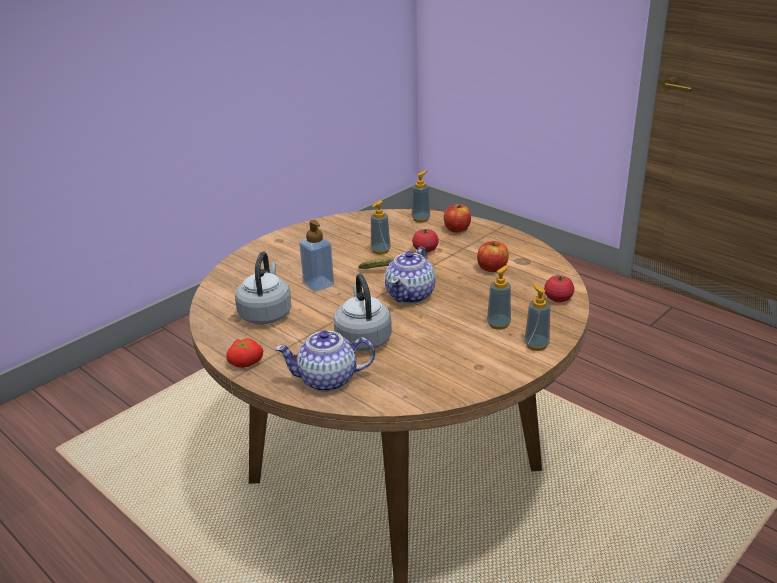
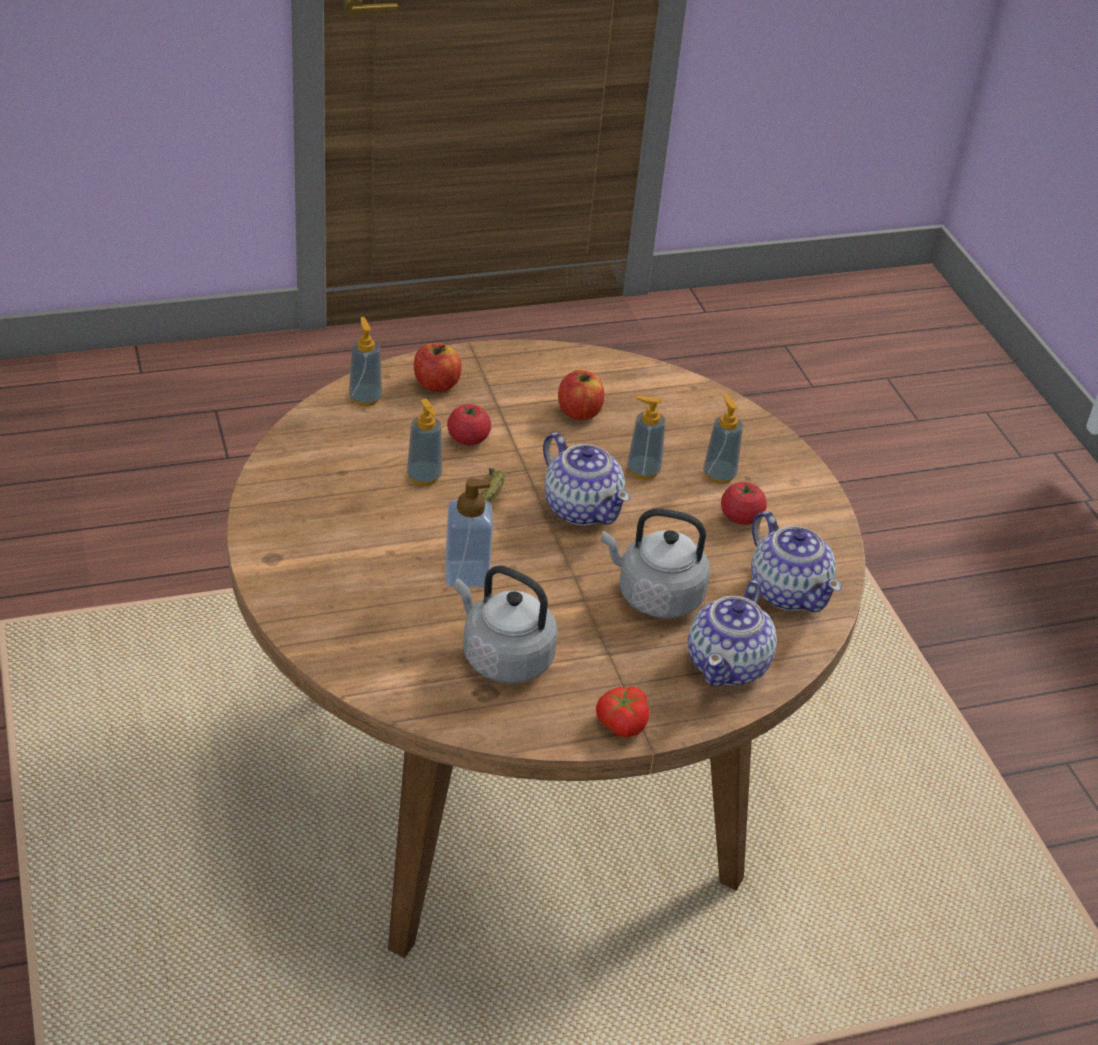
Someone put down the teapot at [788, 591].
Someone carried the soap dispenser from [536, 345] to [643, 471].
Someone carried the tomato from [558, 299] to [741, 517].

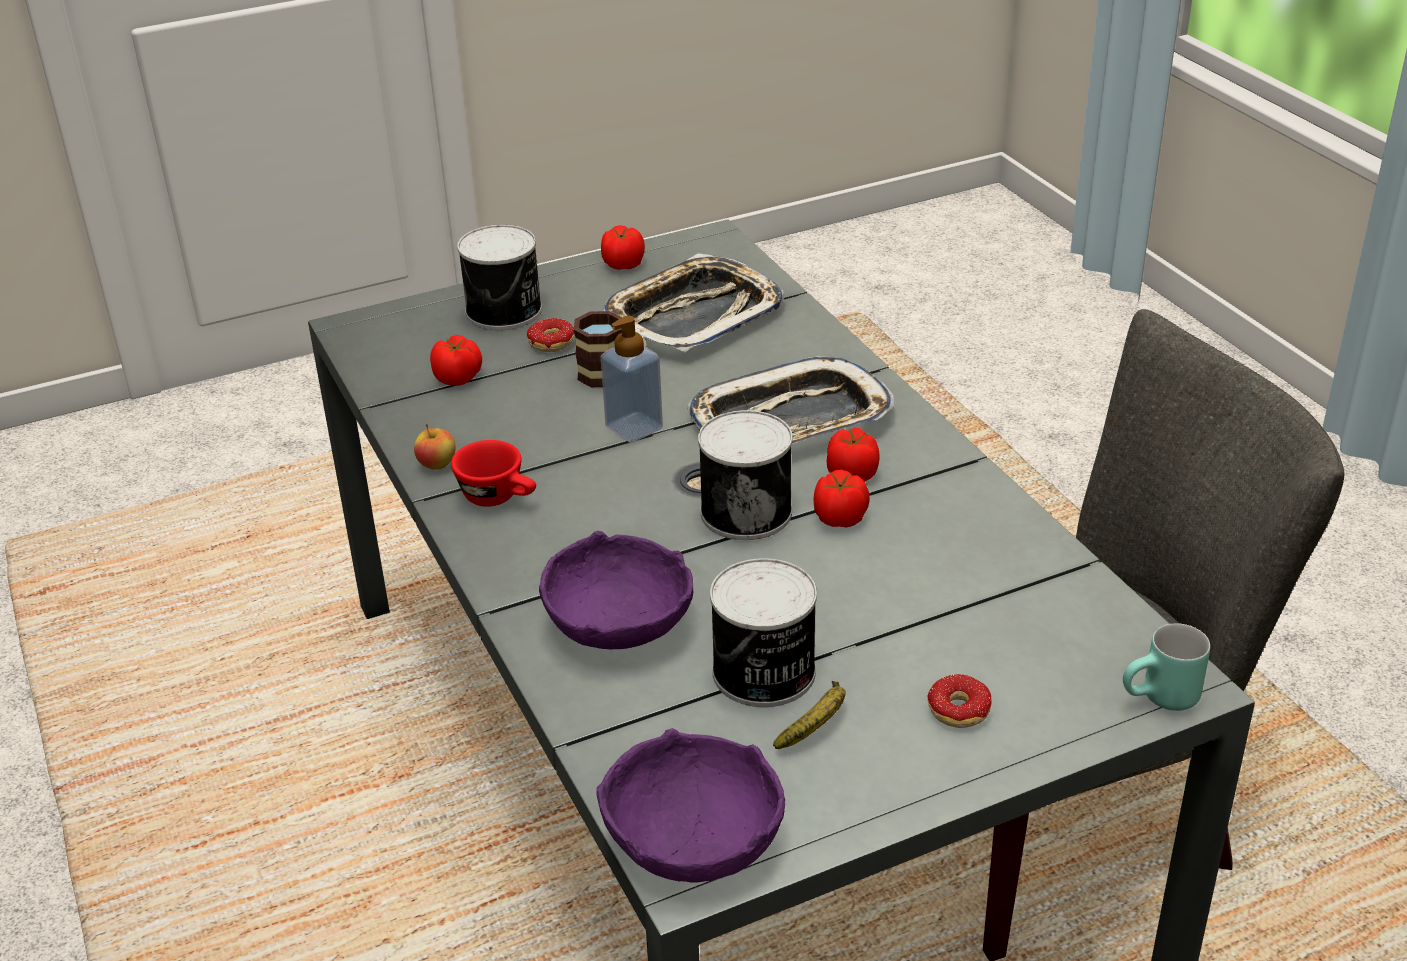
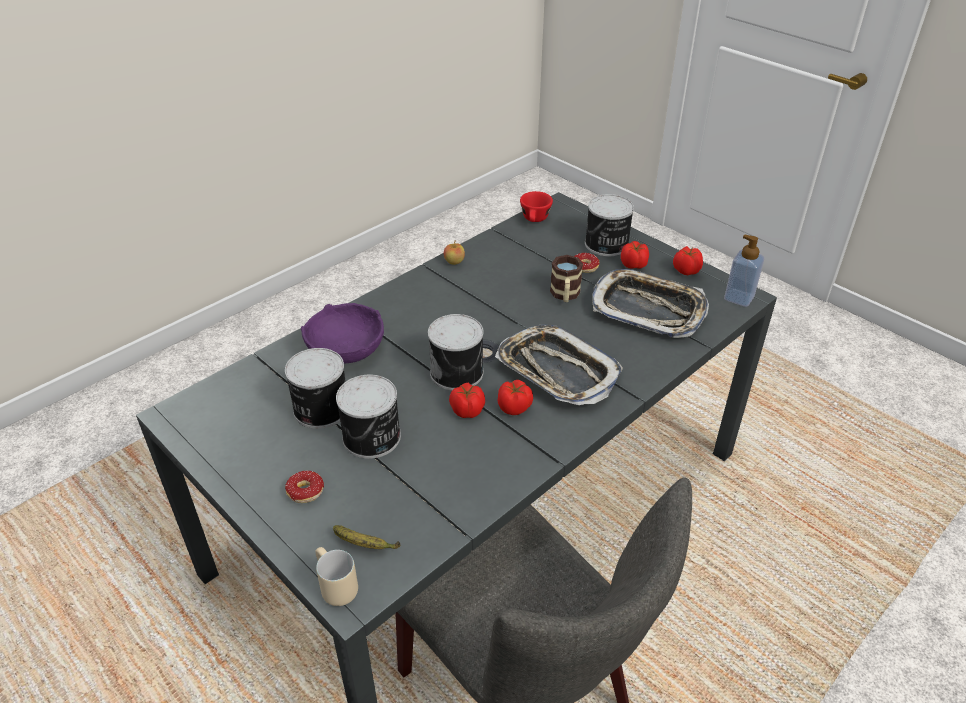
Someone took away the purple bowl at [695, 843].
Someone put down the can at [372, 438].
Someone carried the tomato from [458, 378] to [634, 265].
Someone carried the red cup from [499, 497] to [535, 220].
Someone carried the soap dispenser from [634, 428] to [739, 298].
Someone carried the banana from [817, 725] to [364, 545].
Someone repainted the turquoise mug at [1161, 701], which became the beige mug at [333, 587].

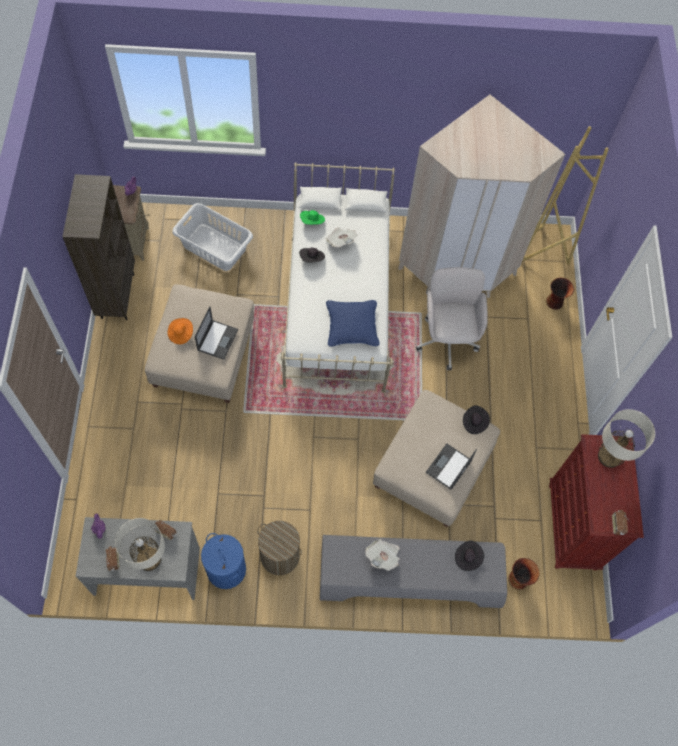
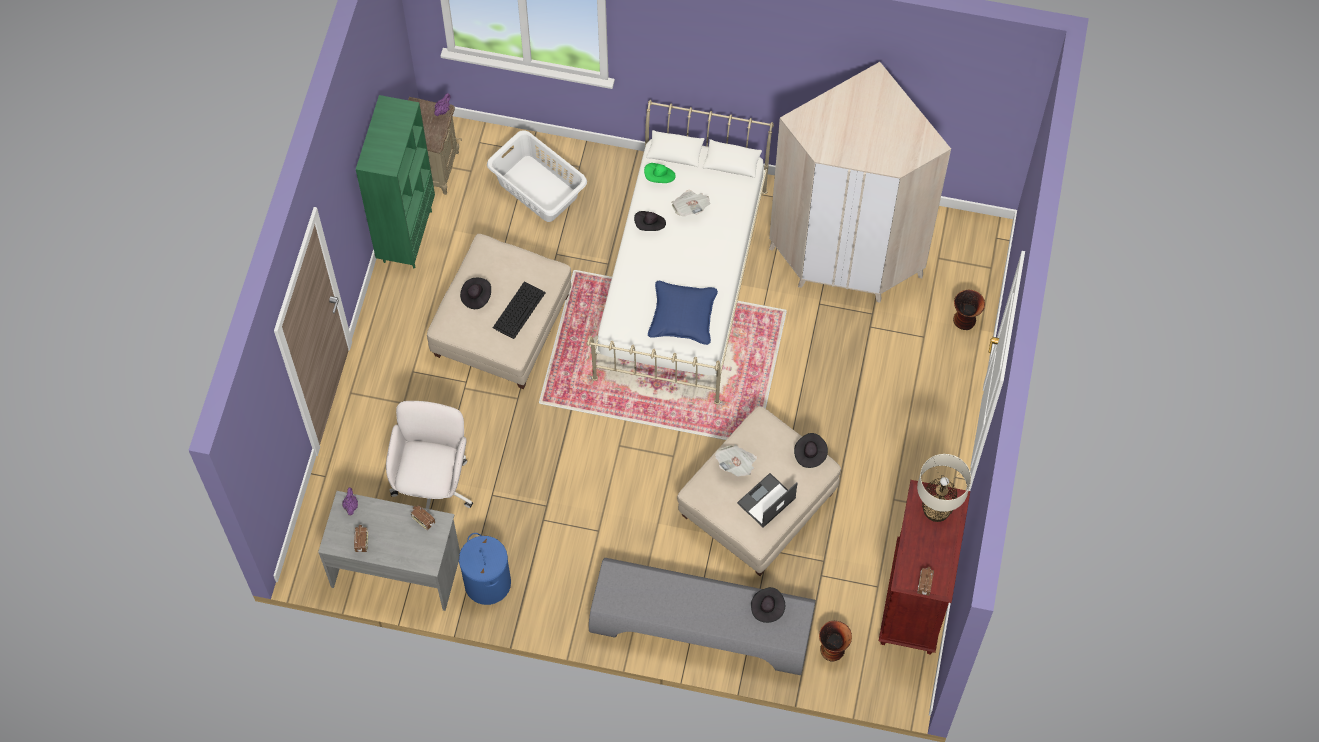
Someone took away the table lamp at [149, 559].
Someone took away the laundry basket at [280, 556].
Someone took away the yellow clothes rack at [543, 251].
Someone carried the newspaper from [383, 556] to [736, 464].
Someone carried the white office chair from [446, 341] to [434, 488].
Someone swapped the laptop at [217, 339] for the keyboard at [519, 309].
Someone repainted the brown bookcase at [117, 295], which became the green bookcase at [406, 235].
Someone repainted the orange hat at [181, 334], which became the black hat at [476, 296].

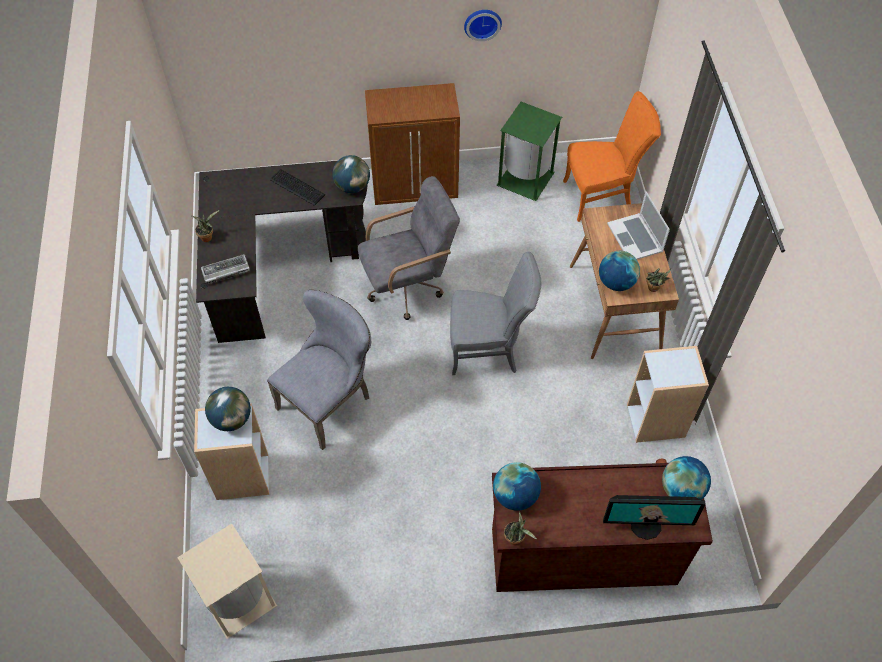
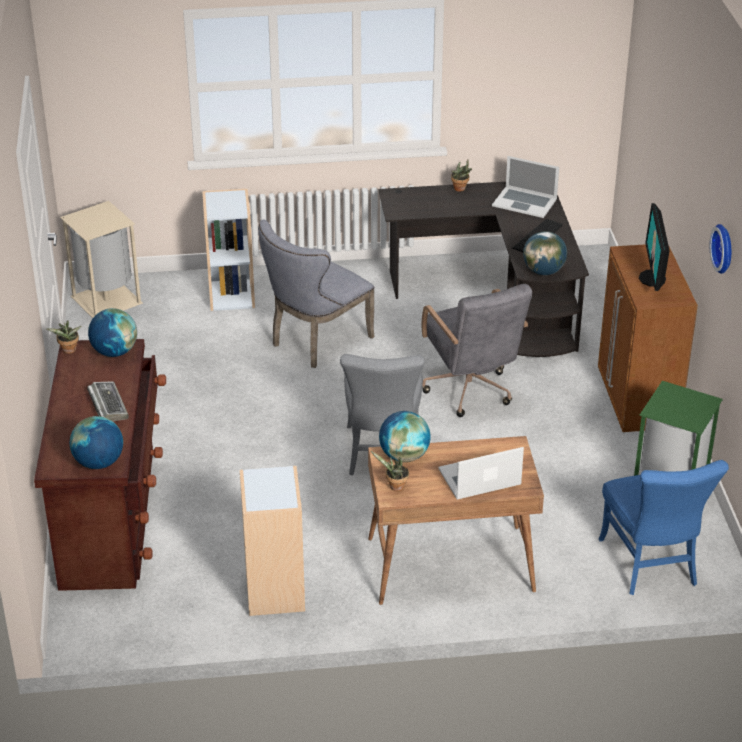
Someone took away the globe at [231, 419].
Someone put down the laptop at [524, 202].
Someone carried the keyboard from [225, 271] to [107, 405].
Someone carried the monitor from [646, 525] to [653, 278].
Someone repainted the orange chair at [602, 196], which became the blue chair at [652, 566].
Someone rotated the grey chair at [329, 400] by 90 degrees clockwise.

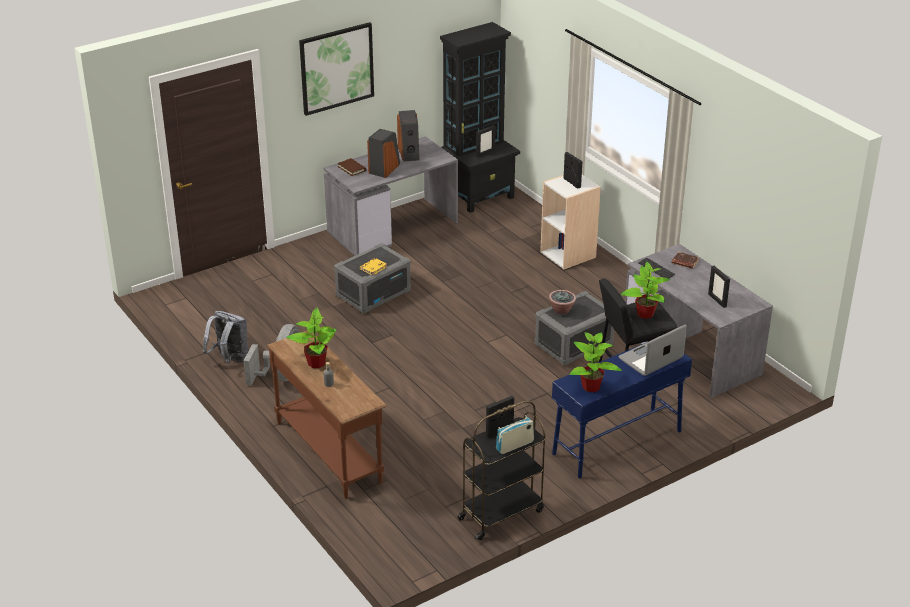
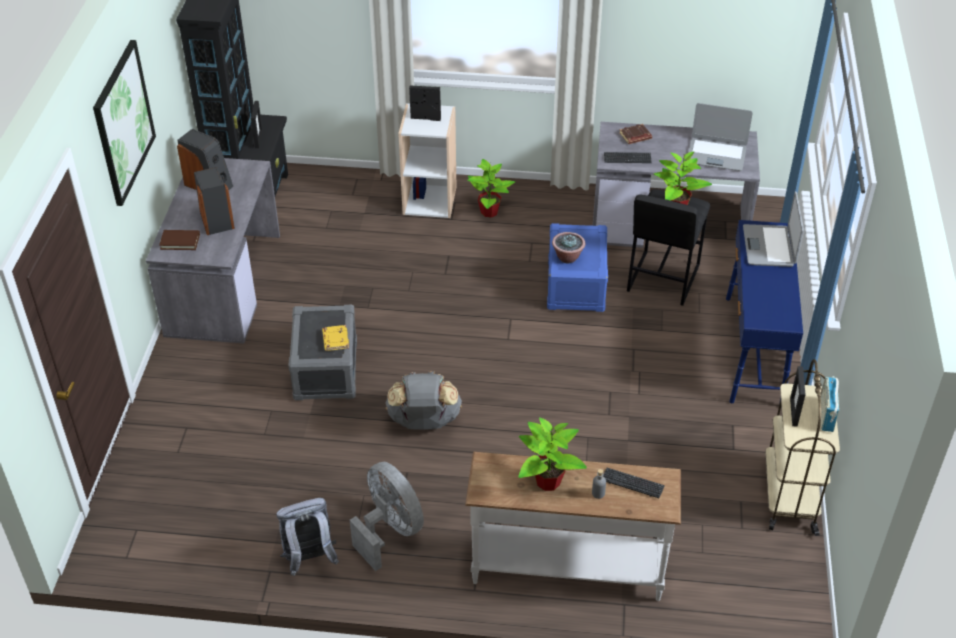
Someone put down the grey backpack at [424, 422].
Someone put down the keyboard at [632, 483].
Someone carried the potted plant from [591, 387] to [489, 212].
Someone swapped the picture frame at [717, 300] for the laptop at [716, 155].
Someone repainted the brown console table at [330, 451], which became the white console table at [567, 567].
Someone repainted the black cart at [502, 515], which became the beige cart at [790, 494].
Someone repainted the grey storage box at [574, 344], which became the blue storage box at [576, 285].

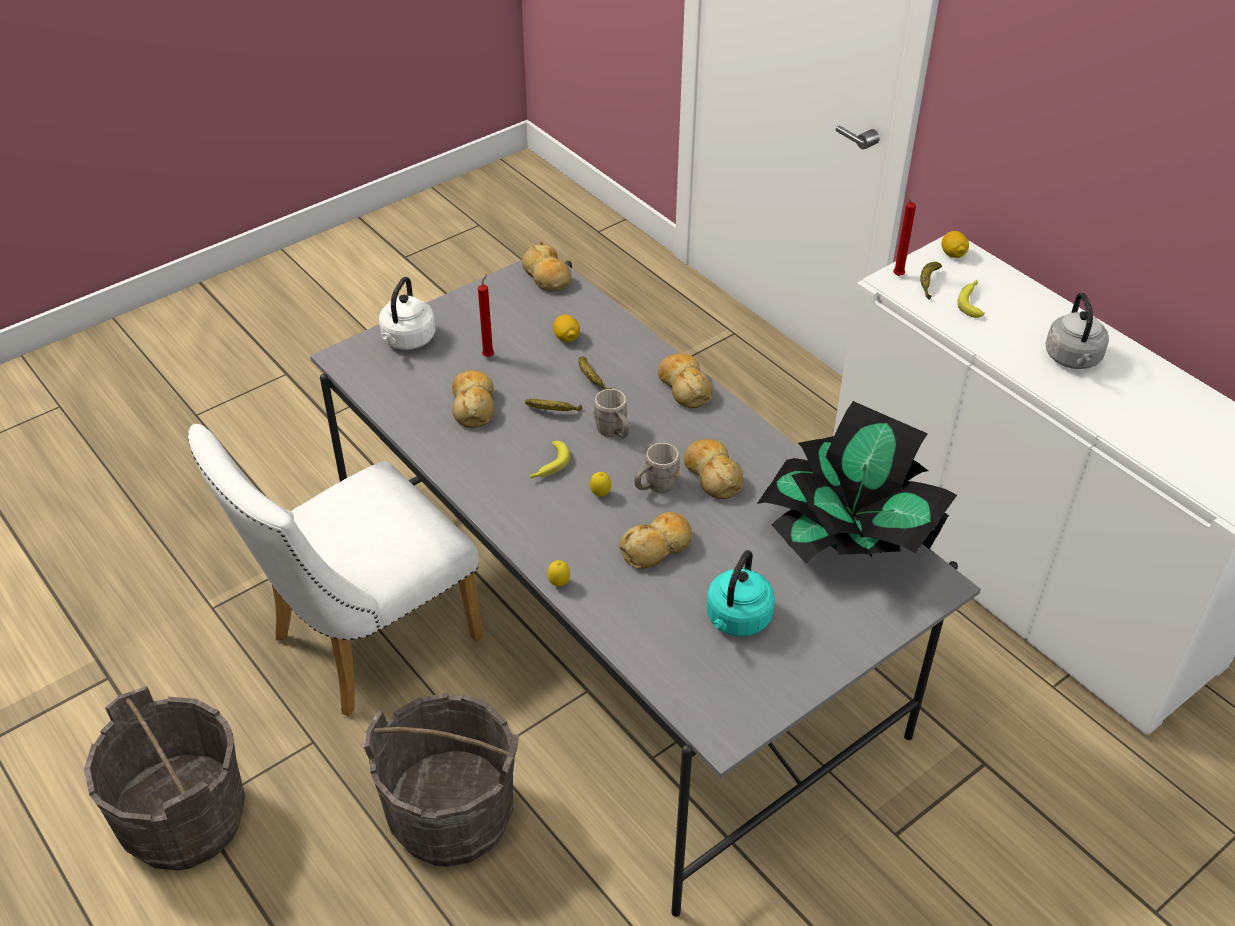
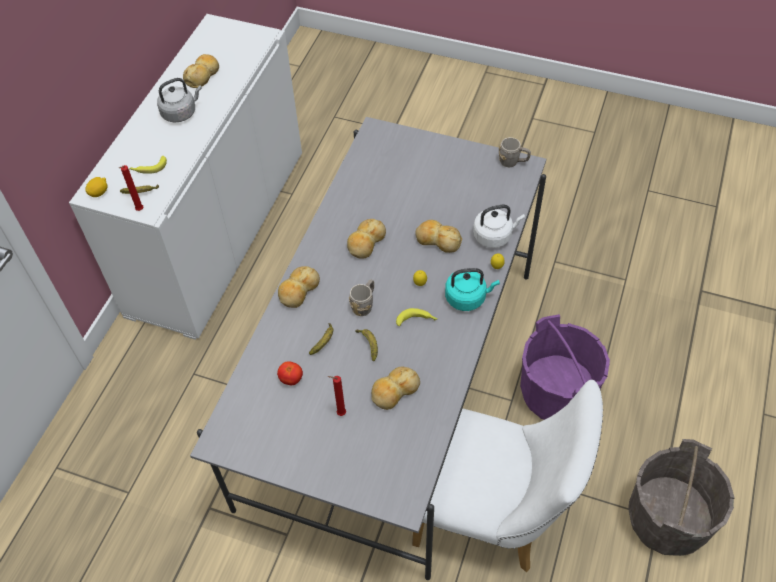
Someone took away the potted plant at [847, 542].
Someone carried the white kettle from [407, 340] to [494, 236].
Someone carried the bread from [547, 276] to [203, 75].
Someone carried the grey mug from [655, 486] to [513, 162].
Someone carried the turquoise kettle from [737, 620] to [467, 298].
Someone swapped the lemon at [566, 338] for the tomato at [291, 379].
Someone repainted the grey bucket at [451, 816], which became the purple bucket at [557, 393].

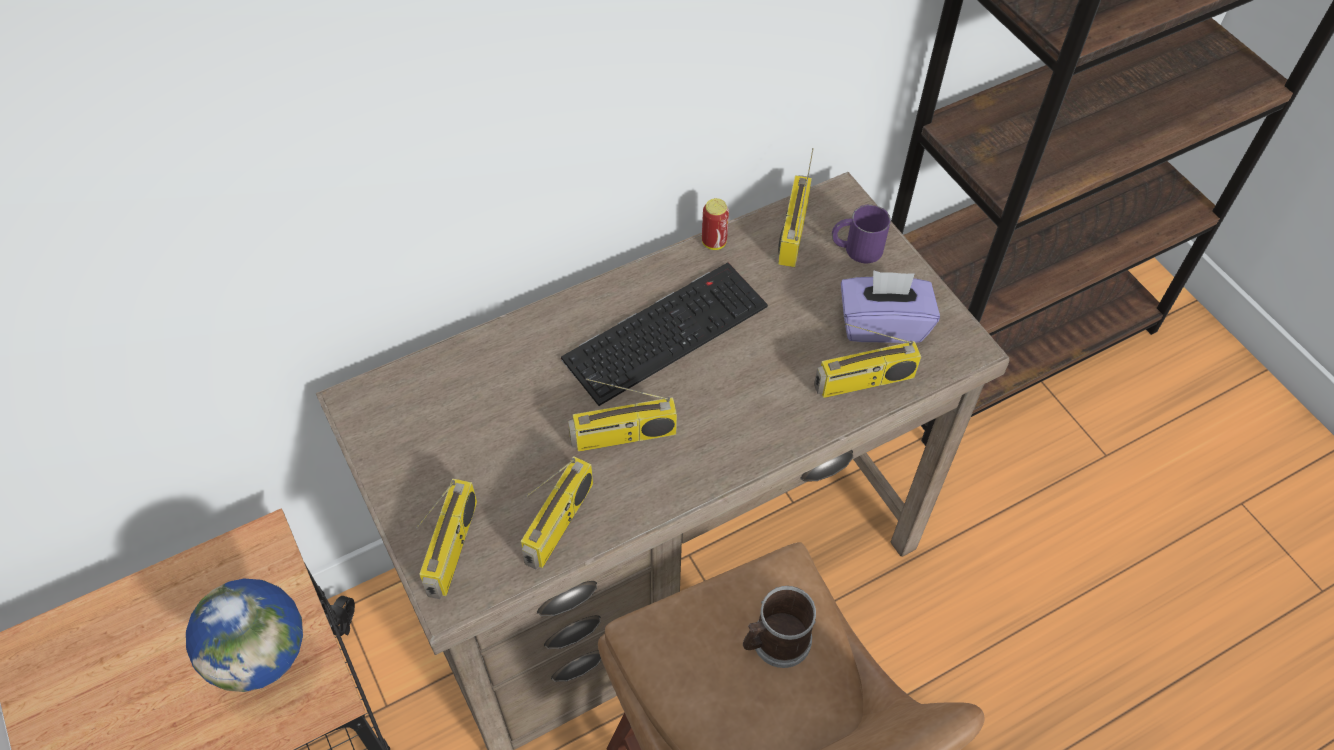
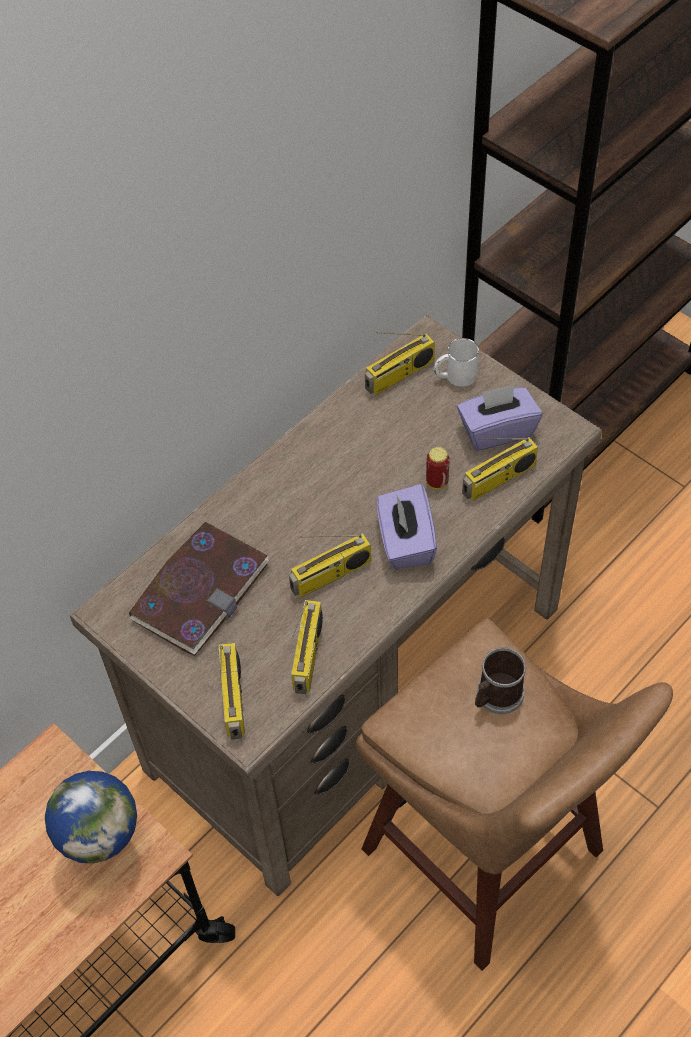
Someone took away the keyboard at [666, 329].
Someone put down the book at [200, 591].
Someone put down the purple tissue box at [405, 542].
Someone carried the can from [714, 242] to [437, 482].
Someone repainted the purple mug at [856, 248], which became the white mug at [455, 376].
Someone rotated the radio at [792, 230] by 120 degrees counterclockwise.

